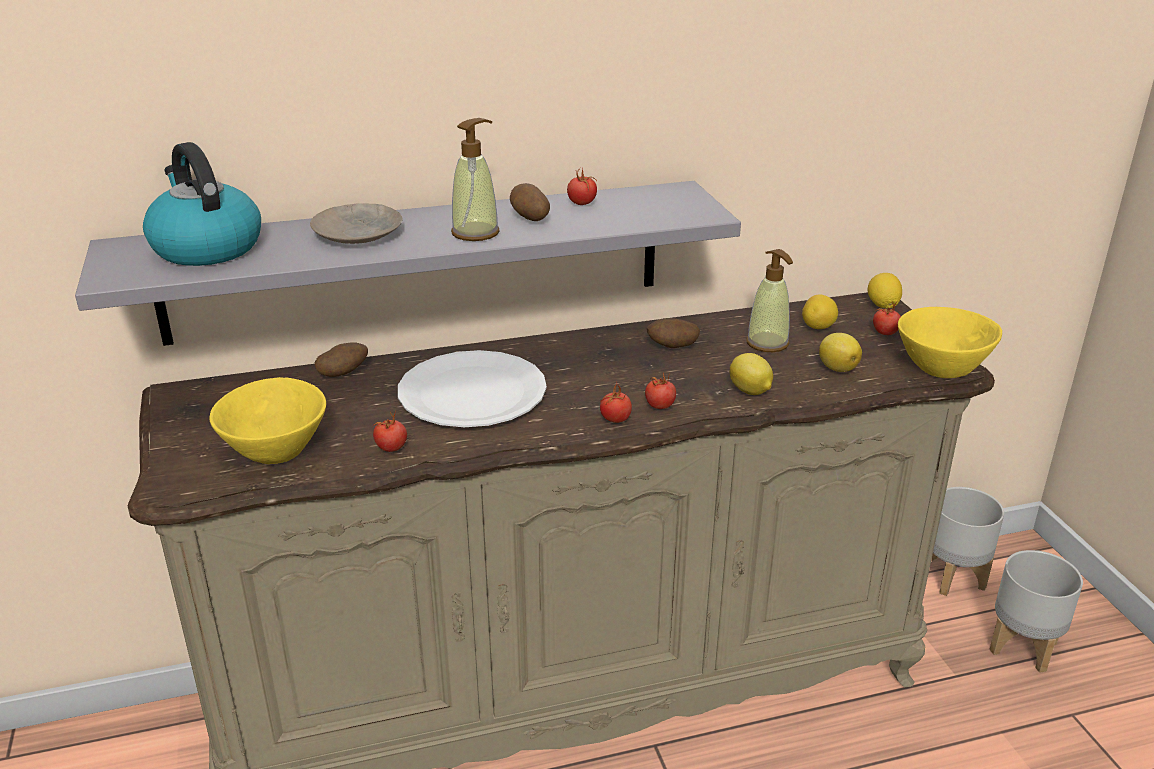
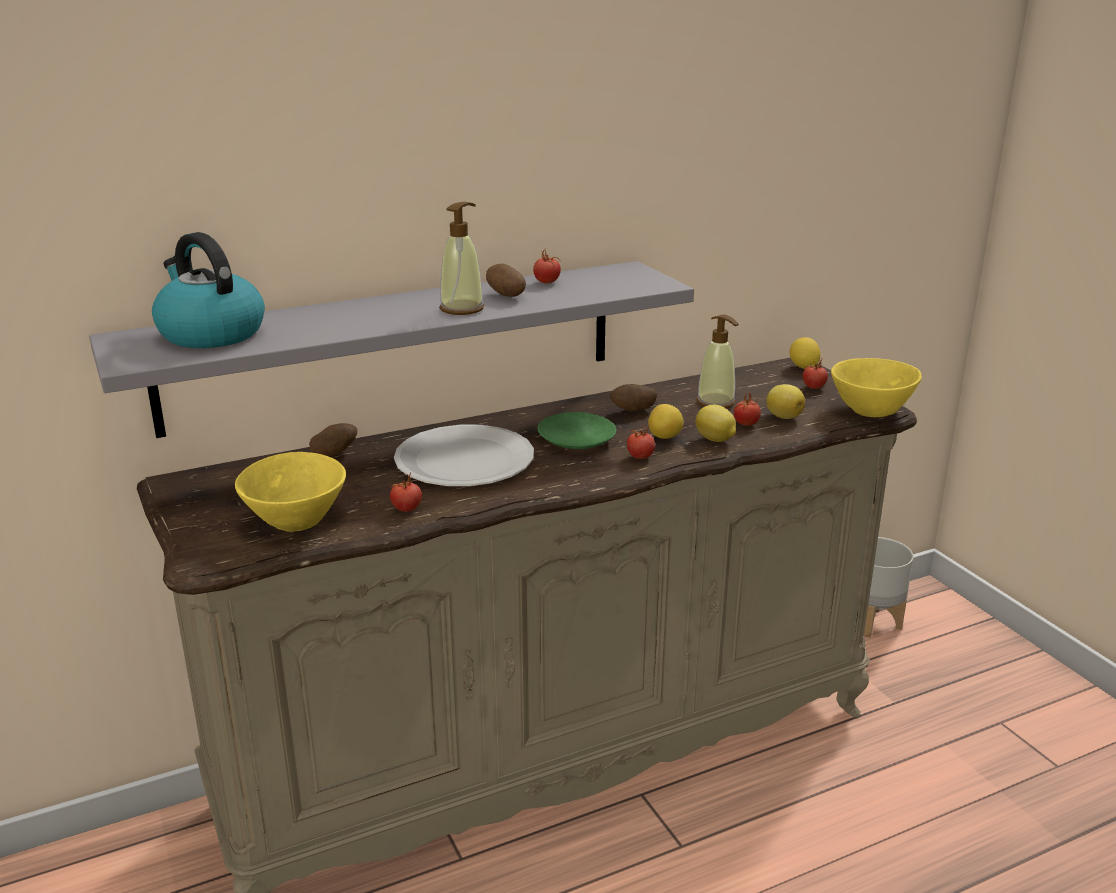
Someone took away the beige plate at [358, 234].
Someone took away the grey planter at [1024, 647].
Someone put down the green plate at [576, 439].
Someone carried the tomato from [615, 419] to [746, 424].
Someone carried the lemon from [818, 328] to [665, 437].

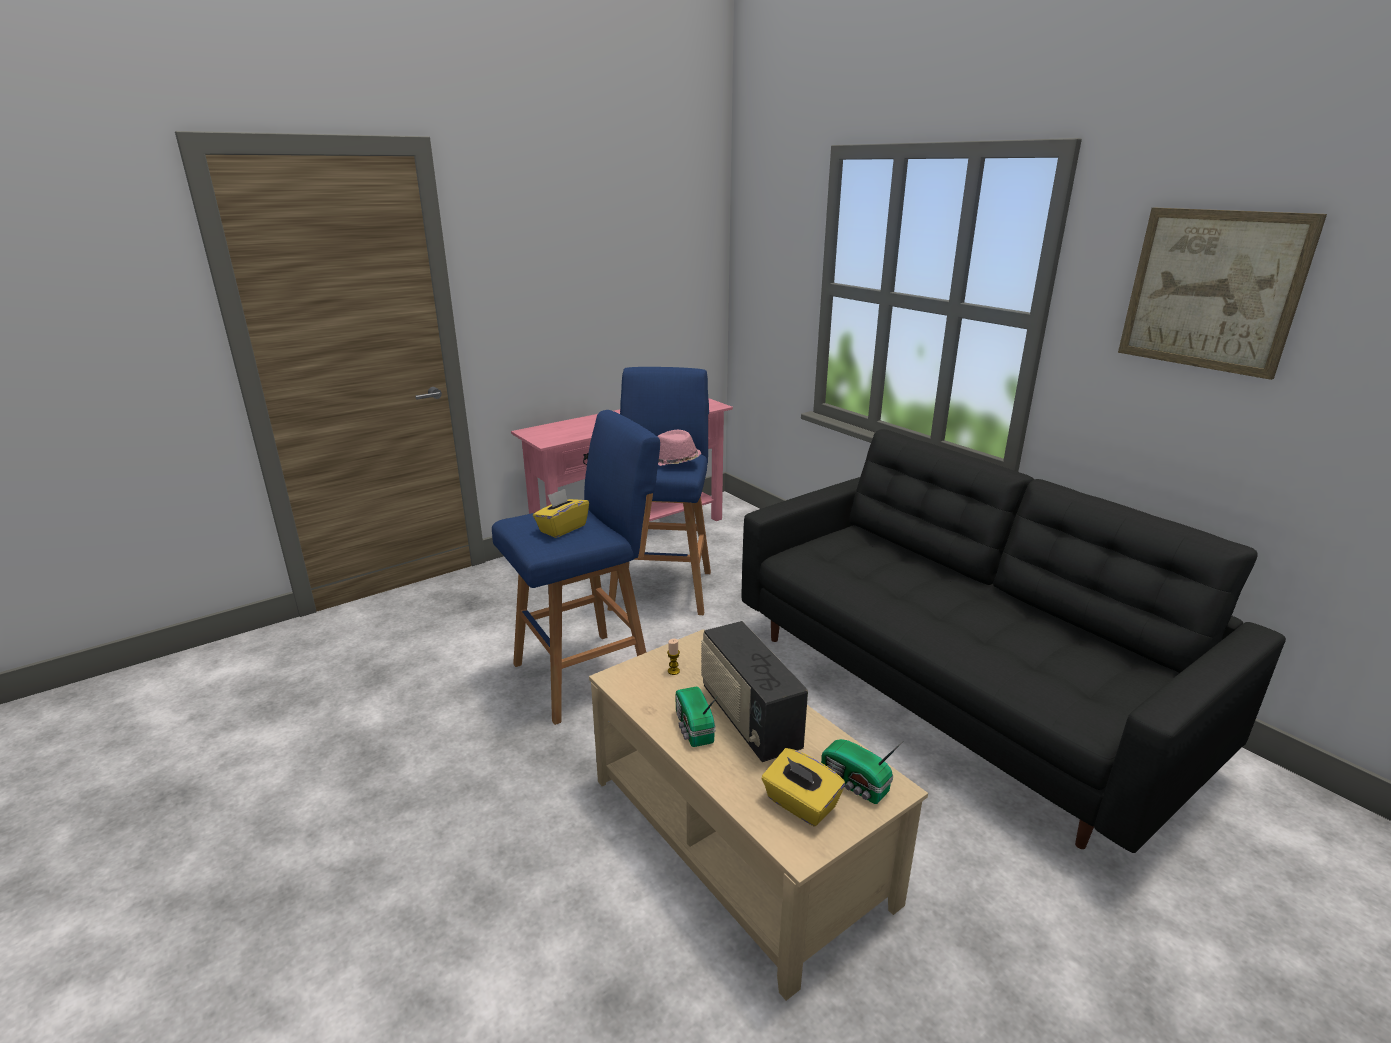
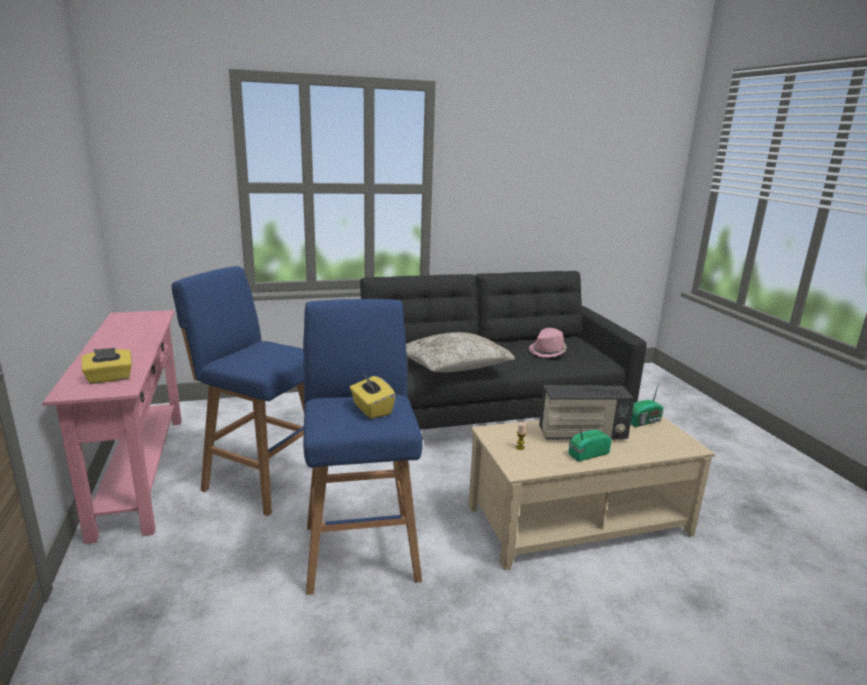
Someone took away the picture at [1212, 290].
Someone put down the beige pillow at [453, 368].
Someone carried the pink hat from [675, 462] to [548, 351].
Someone carried the yellow tissue box from [800, 804] to [109, 378].
Someone rotated the radio at [693, 728] by 150 degrees clockwise.

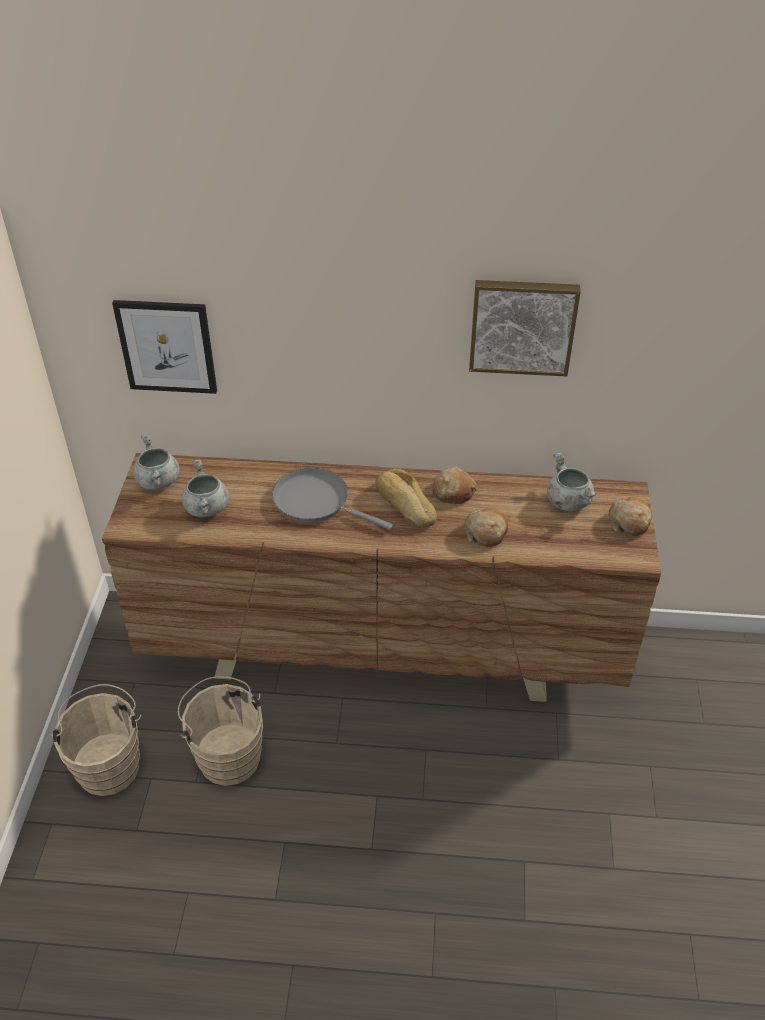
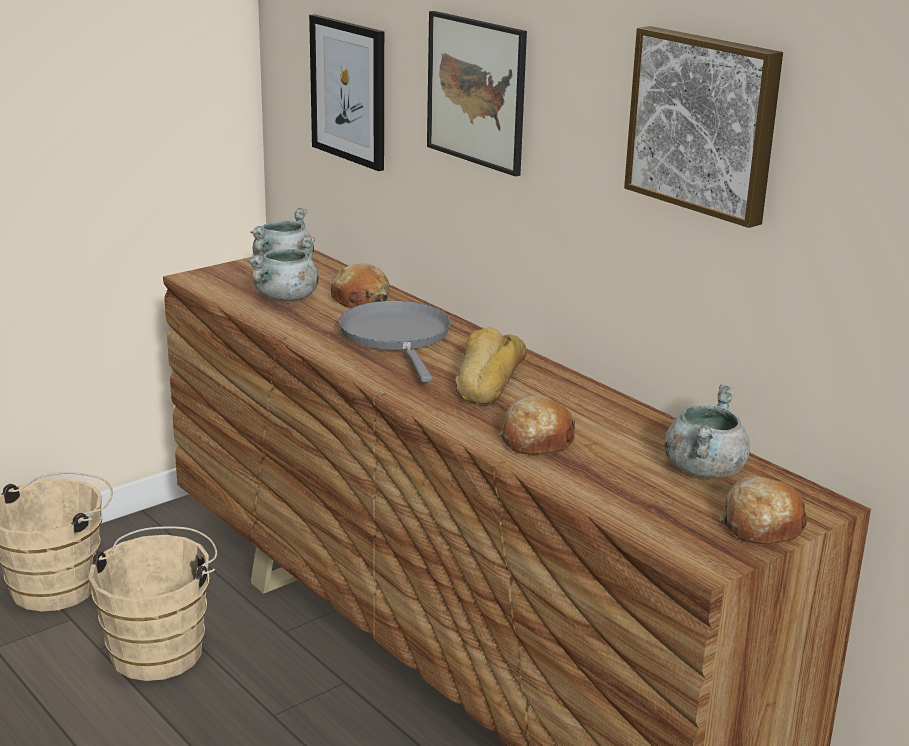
Someone put up the picture at [476, 91].
Someone carried the bread from [453, 491] to [360, 299].

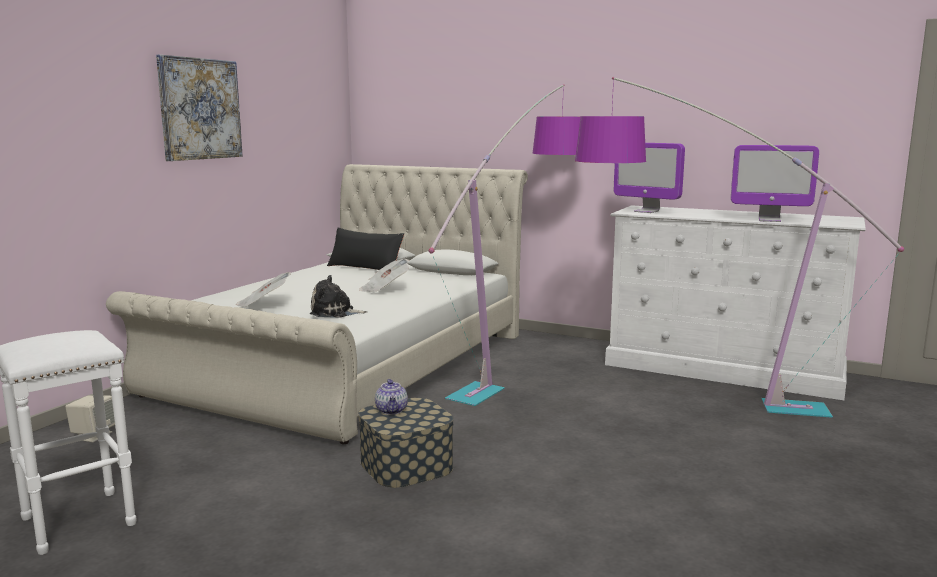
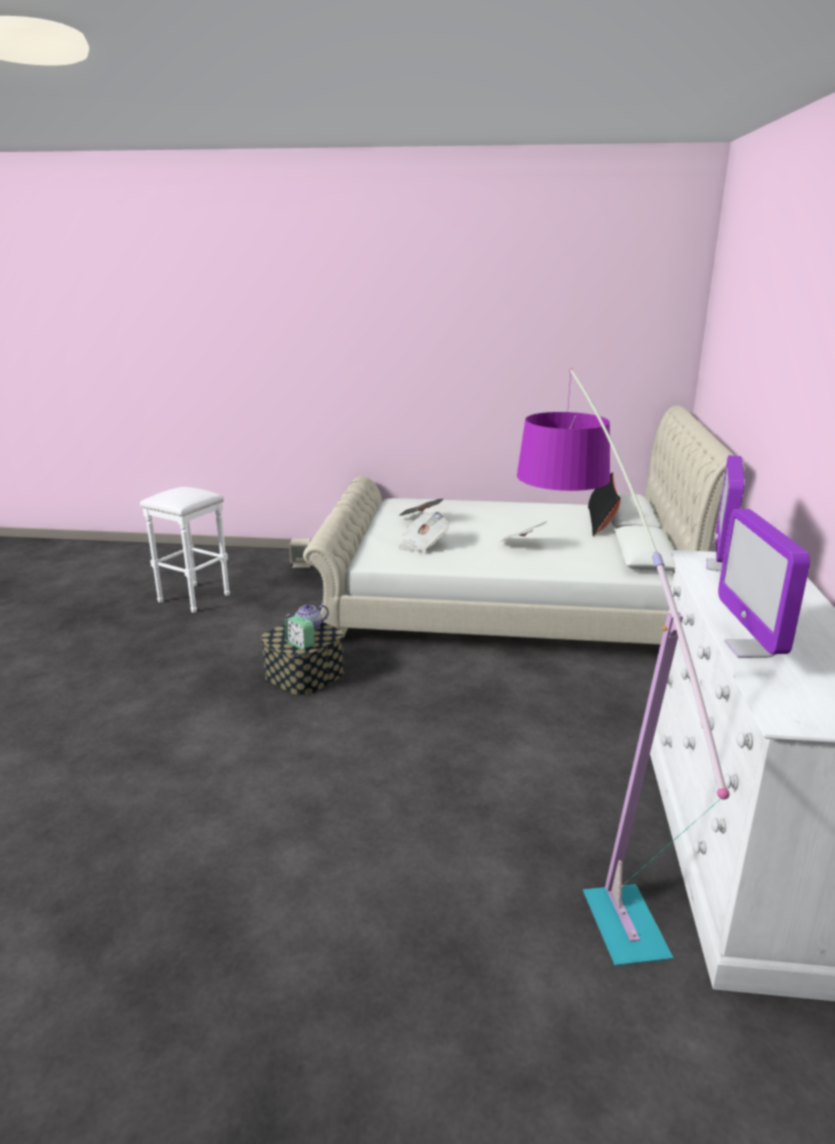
Someone took away the picture at [200, 109].
Someone took away the floor lamp at [523, 365].
Someone put down the alarm clock at [300, 644].
Someone swapped the plush toy at [335, 312] for the newspaper at [422, 545].

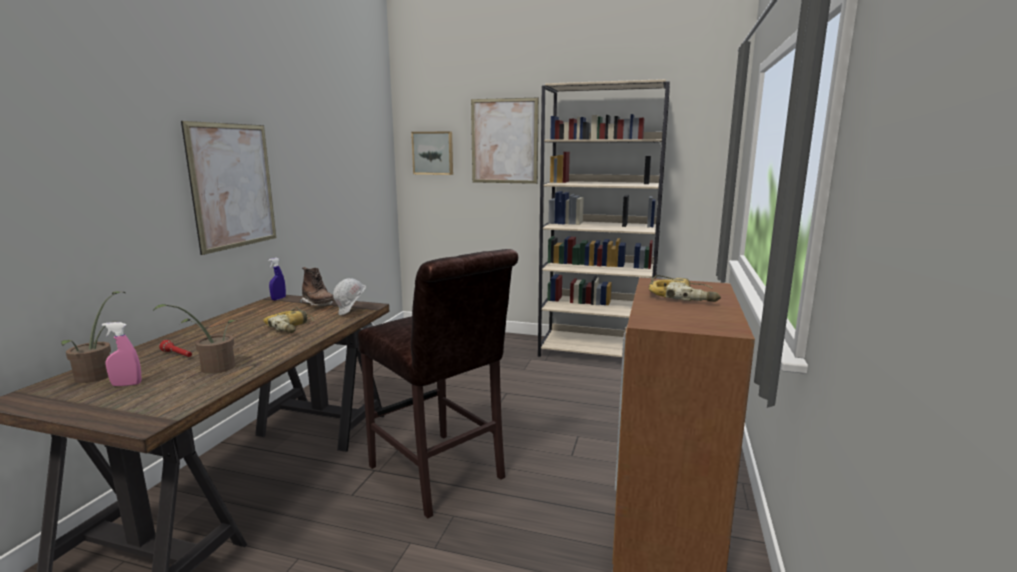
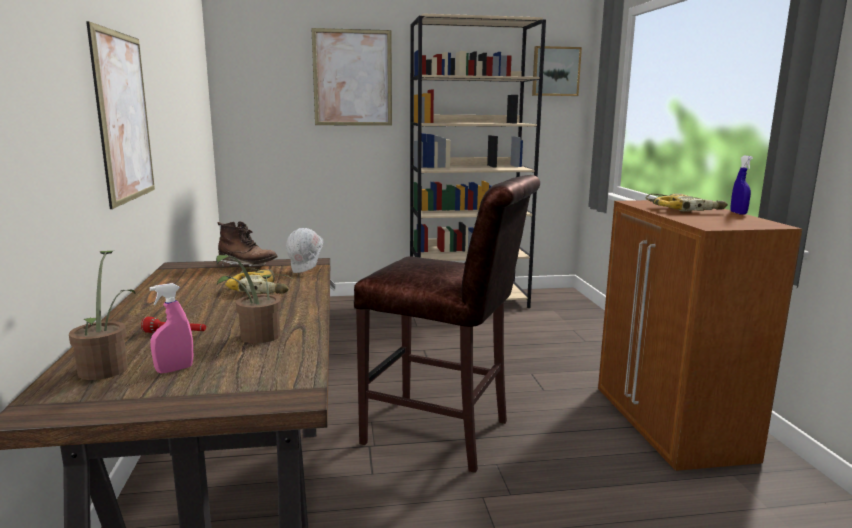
Someone carried the blue spray bottle from [278, 299] to [738, 213].
Someone carried the picture from [433, 153] to [555, 71].

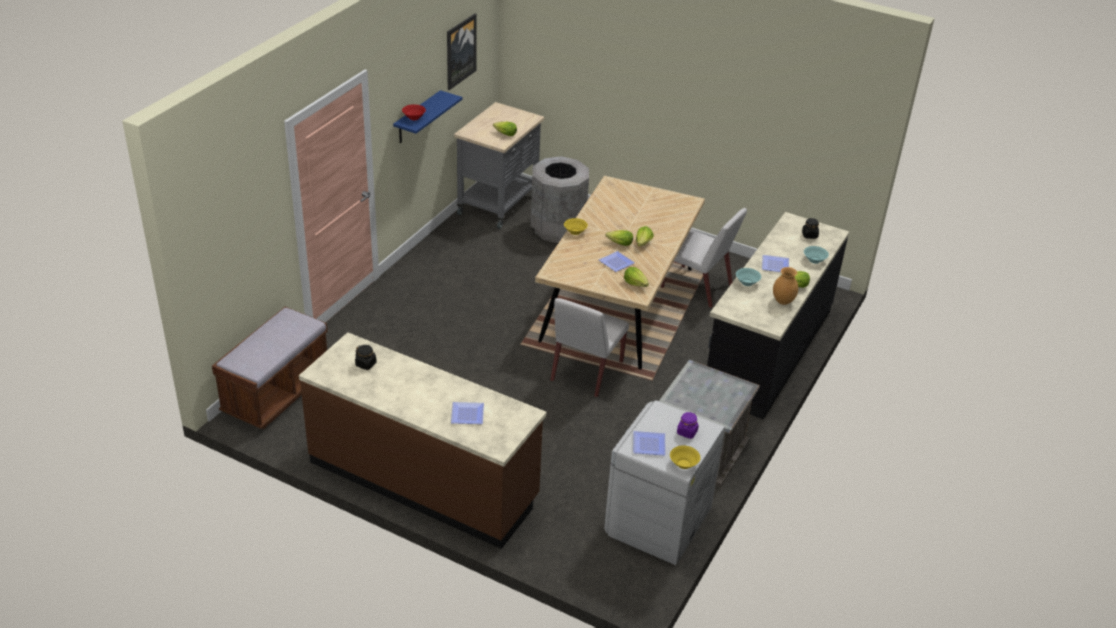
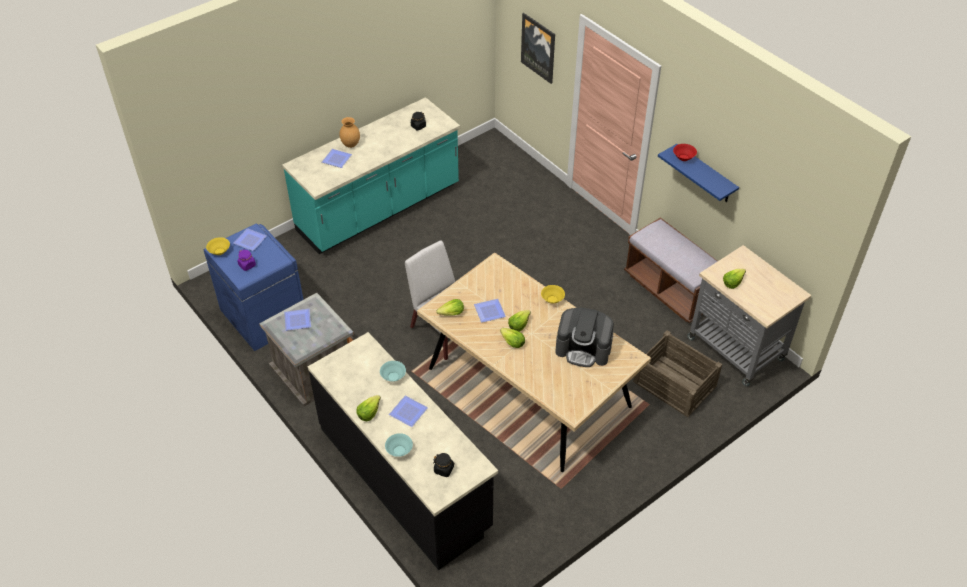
Someone took away the white chair at [697, 287].
Someone put down the plate at [298, 320].
Someone put down the coffee machine at [583, 349].
Someone carried the brown bench from [276, 393] to [670, 290].
Someone carried the picture from [460, 51] to [538, 47].
Someone carried the brown vase from [783, 301] to [351, 145].
Someone swapped the grey trash can at [558, 229] for the crate at [674, 384].
Someone repainted the brown counter at [424, 480], which became the turquoise counter at [379, 209].
Someone repainted the white washing machine at [656, 520], which became the blue washing machine at [264, 314].

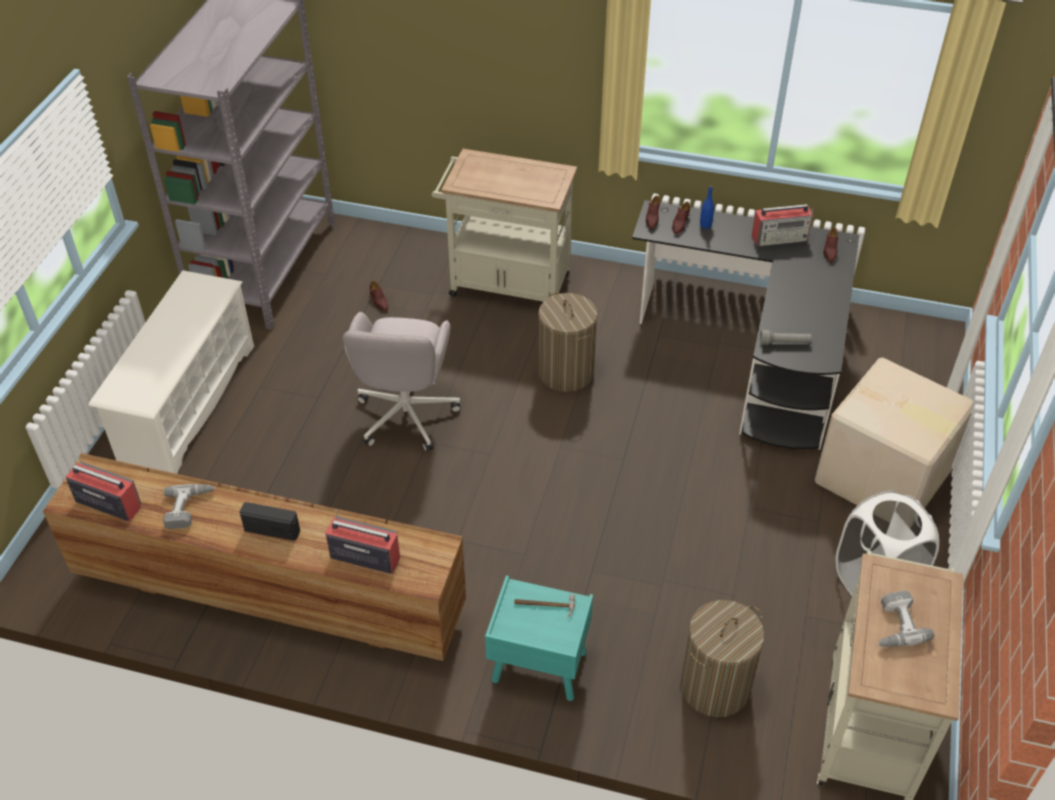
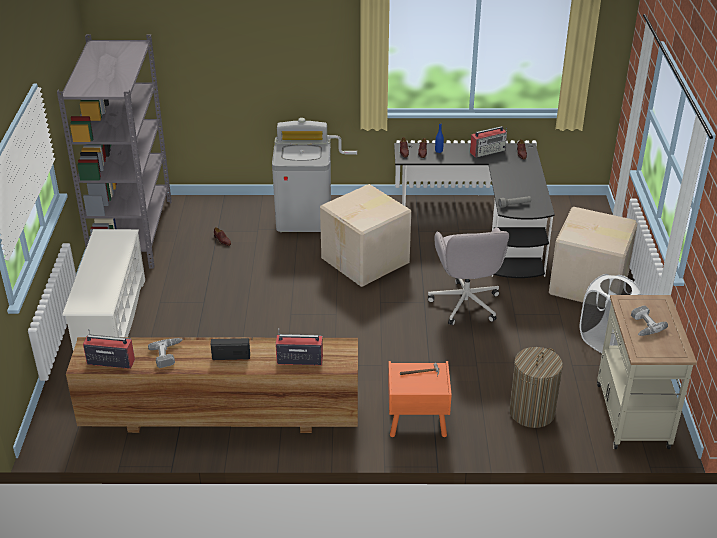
Someone carried the grey office chair from [405, 417] to [465, 305].
Someone swapped the beige cart at [506, 285] for the grey washing machine at [305, 218].
Someone swapped the laundry basket at [566, 372] for the cardboard box at [366, 261].
Someone repainted the turquoise nightstand at [538, 667], which became the orange nightstand at [416, 423].

